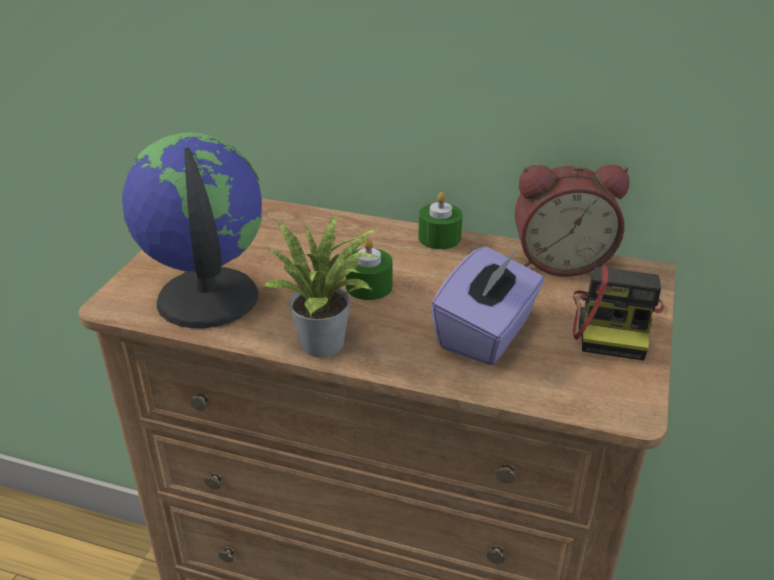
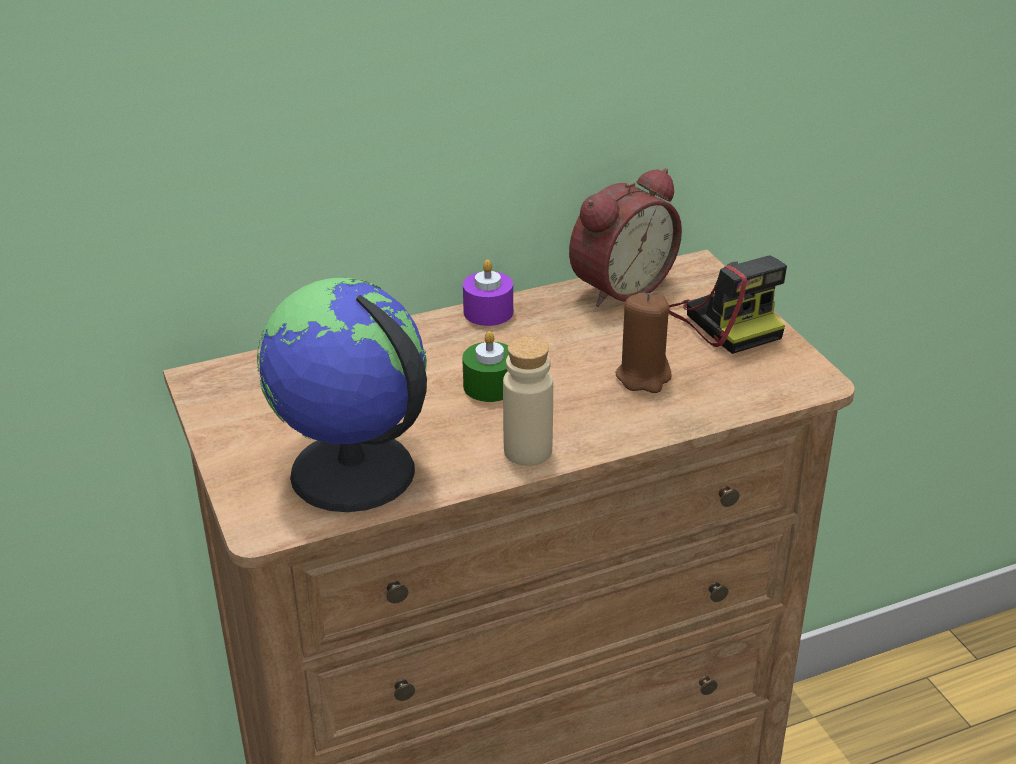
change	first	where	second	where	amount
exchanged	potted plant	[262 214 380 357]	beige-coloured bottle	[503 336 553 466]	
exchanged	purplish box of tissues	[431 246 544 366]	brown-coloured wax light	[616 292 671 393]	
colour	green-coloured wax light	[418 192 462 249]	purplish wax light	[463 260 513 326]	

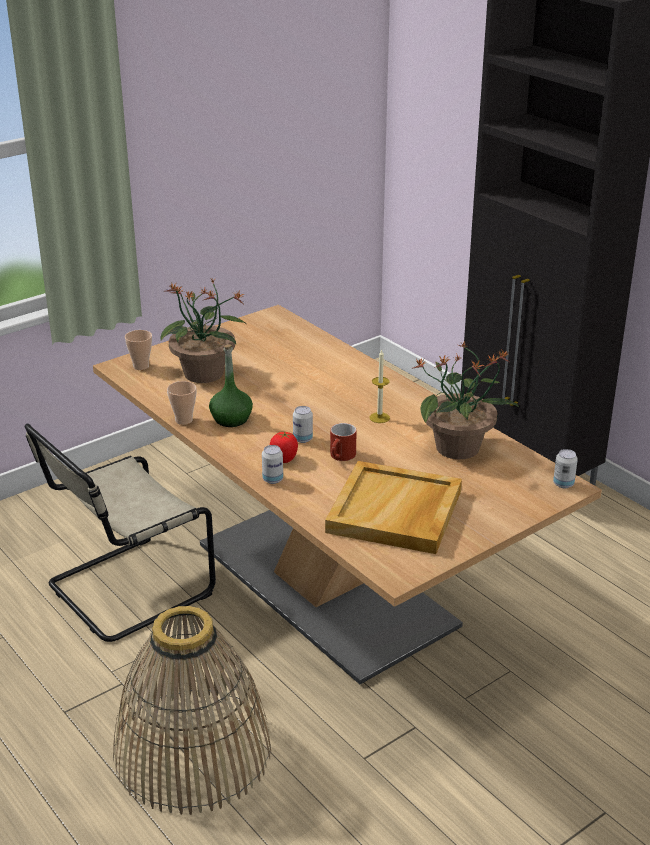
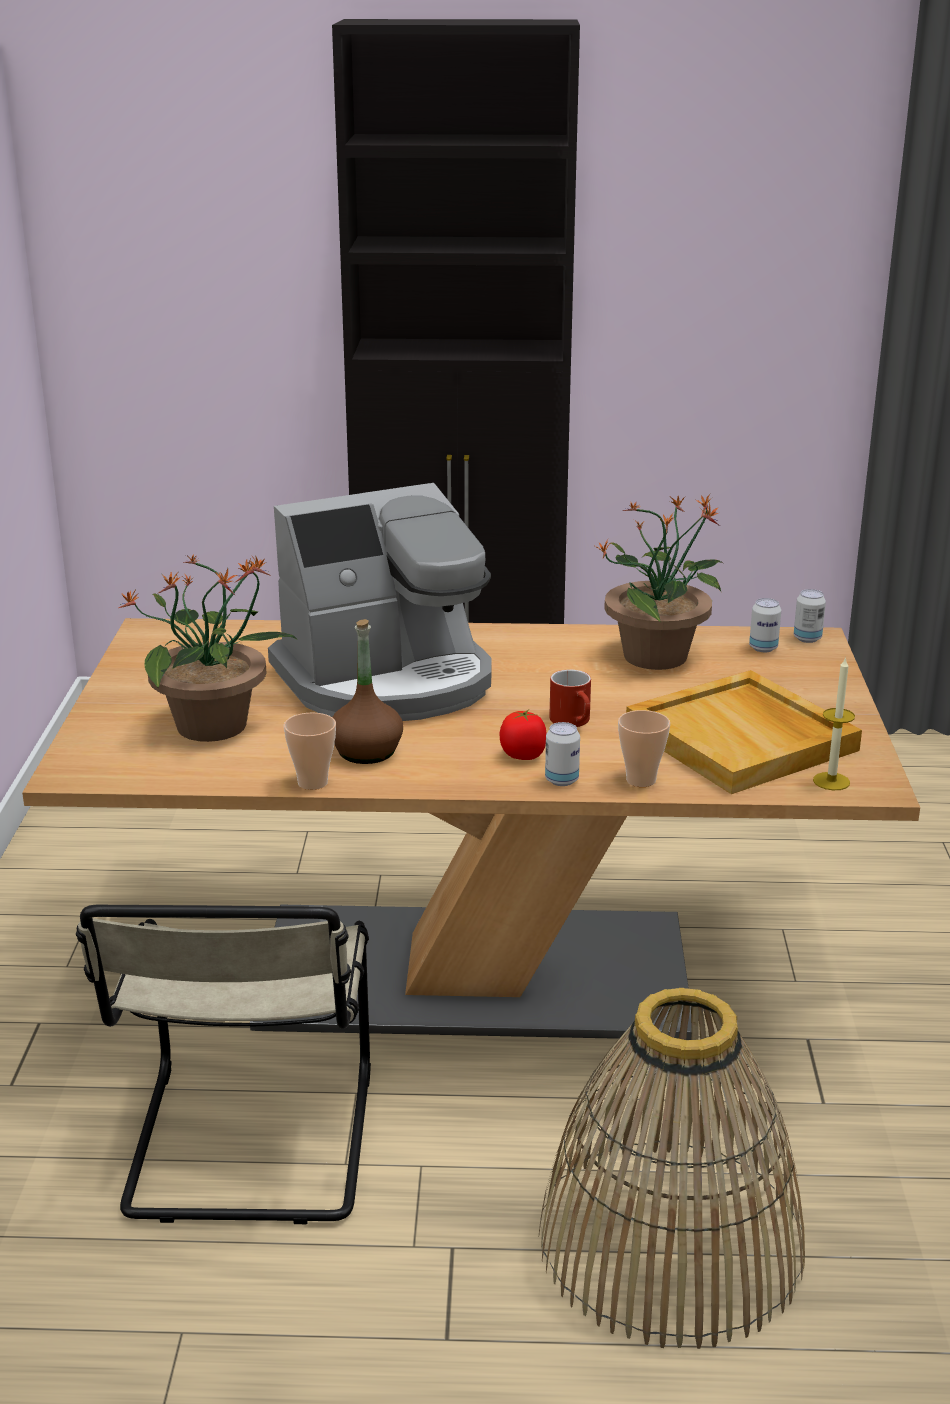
change	first	where	second	where	amount
appeared			coffee machine	[268 483 492 721]	
relocated	cup	[125 330 152 370]		[618 710 670 787]	
relocated	sealed can	[293 406 313 443]		[749 598 781 652]	
relocated	wax light	[370 349 390 423]		[813 657 855 790]	
colour	green-coloured bottle	[209 344 253 427]	brown-coloured bottle	[332 619 403 764]	

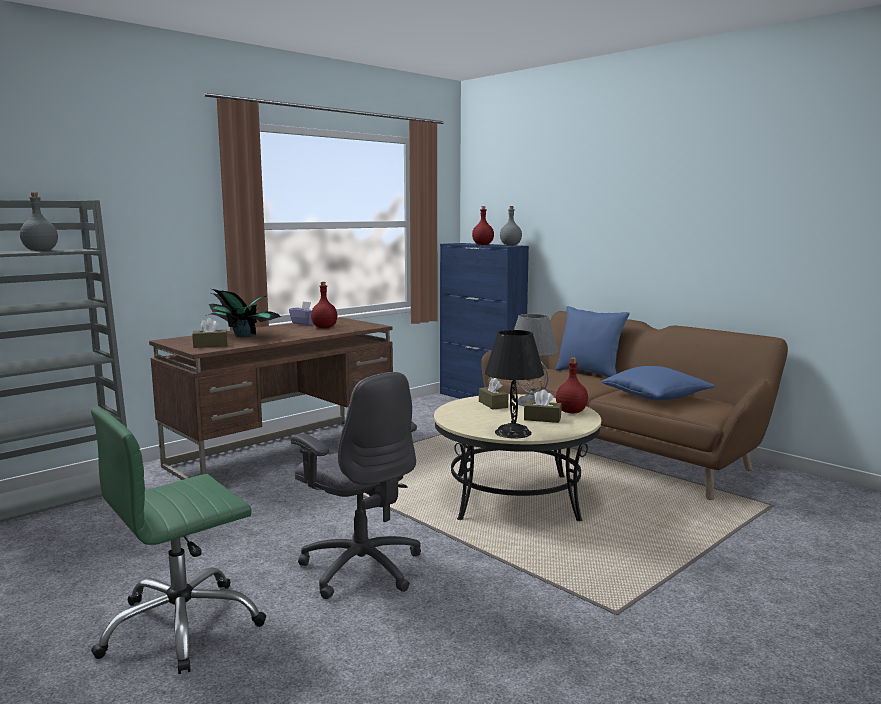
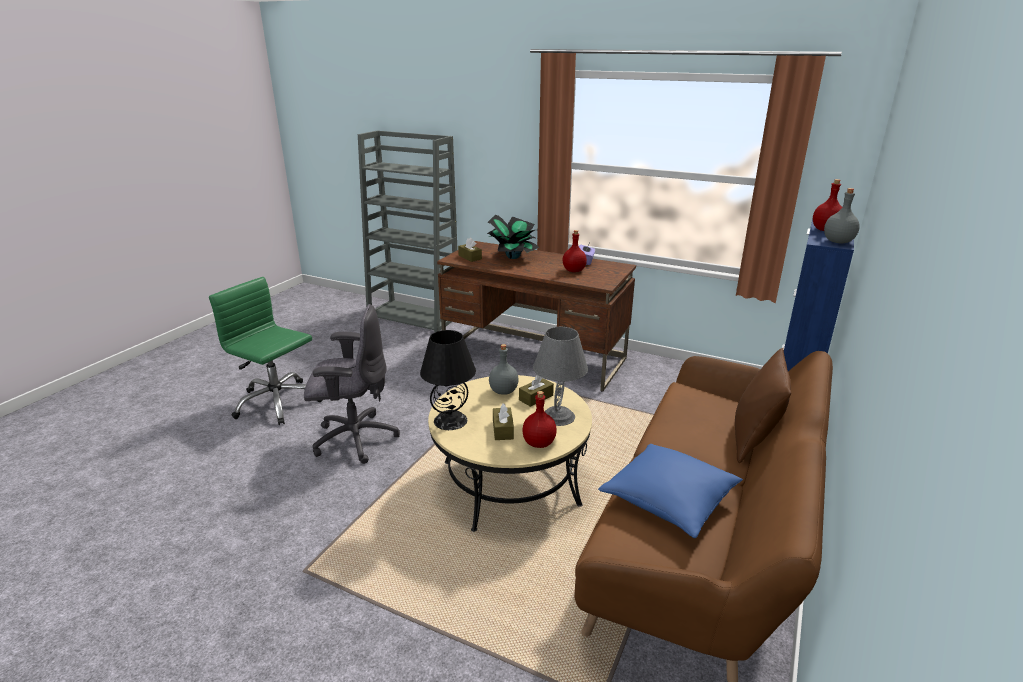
change	first	where	second	where	amount
relocated	grey bottle	[20 192 58 251]		[489 344 519 395]	
colour	bluish throw pillow	[555 306 630 377]	brown-coloured throw pillow	[735 348 791 463]	
spun	grey computer chair	[291 372 421 599]		[304 304 400 464]	120 degrees counterclockwise

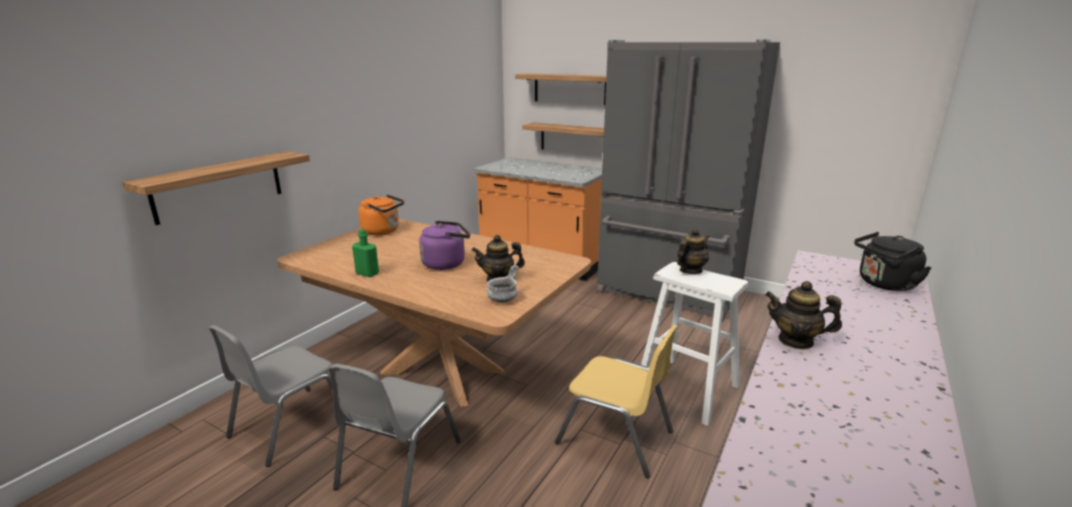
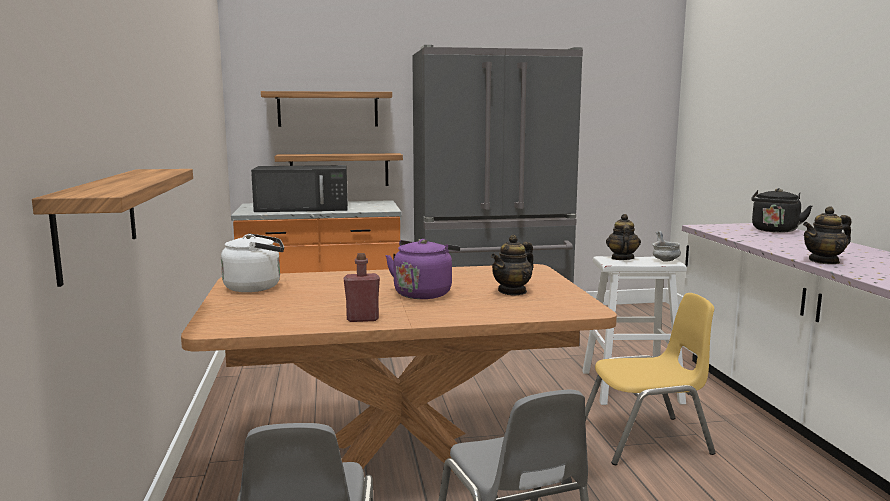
change	first	where	second	where	amount
appeared			black-coloured microwave oven	[251 165 348 212]	
relocated	grey deep dish	[487 265 519 303]		[652 231 681 261]	
colour	green-coloured bottle	[352 229 379 277]	red-coloured bottle	[344 253 380 322]	
colour	orange kettle	[359 194 404 235]	whitish kettle	[221 233 284 292]	

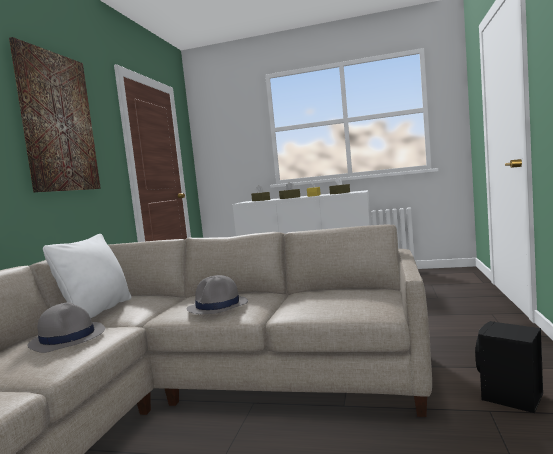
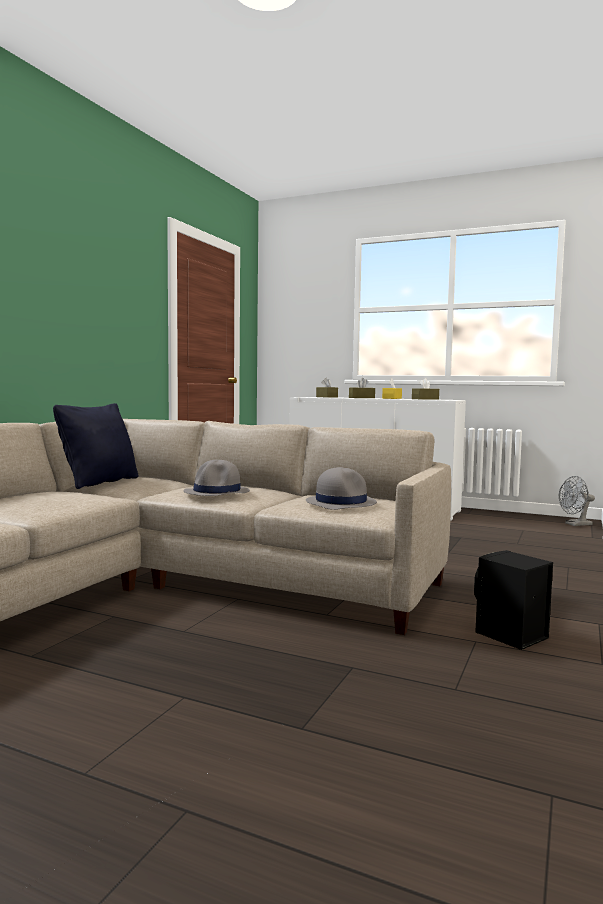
change	first	where	second	where	amount
missing	wall picture	[9 37 101 193]			
appeared			grey fan	[559 476 595 526]	
relocated	grey wearable hat	[27 302 105 353]		[306 467 377 510]	
colour	whitish throw pillow	[43 234 131 318]	black-coloured throw pillow	[53 403 139 489]	

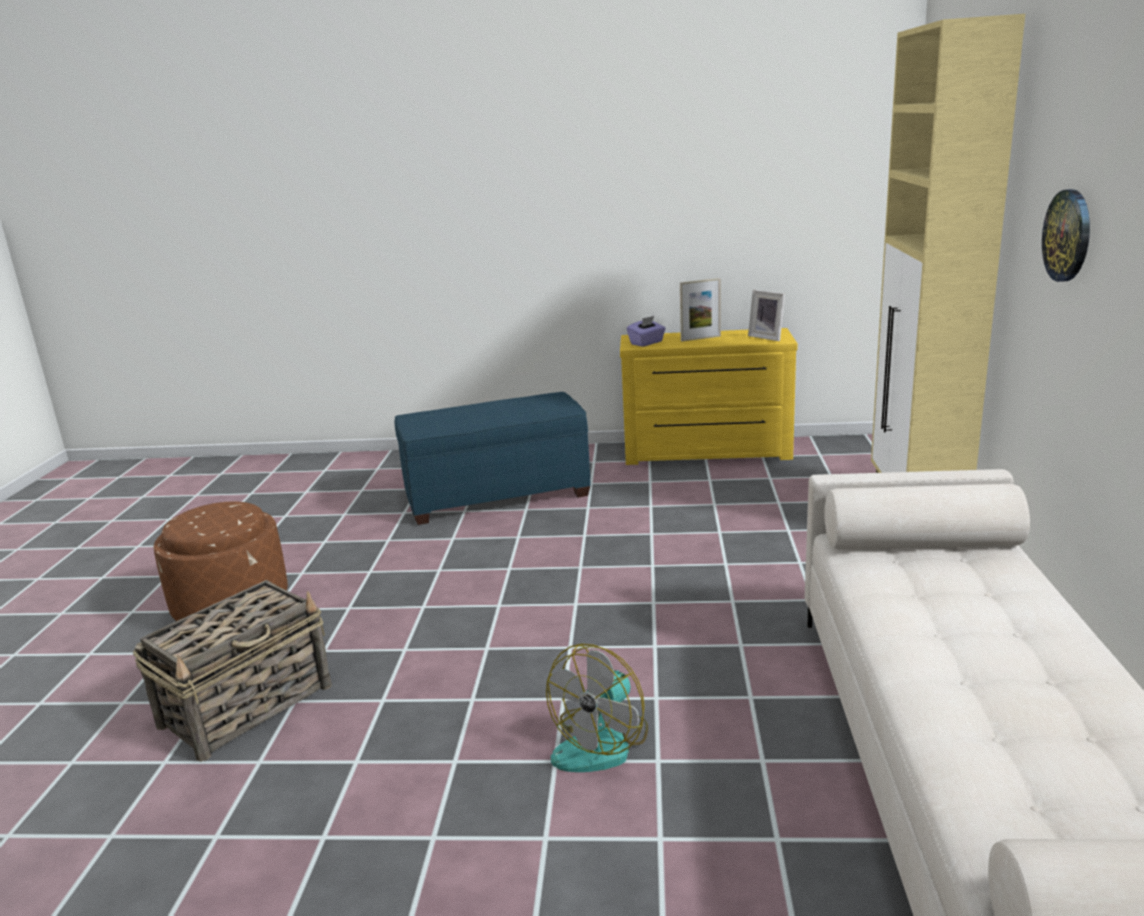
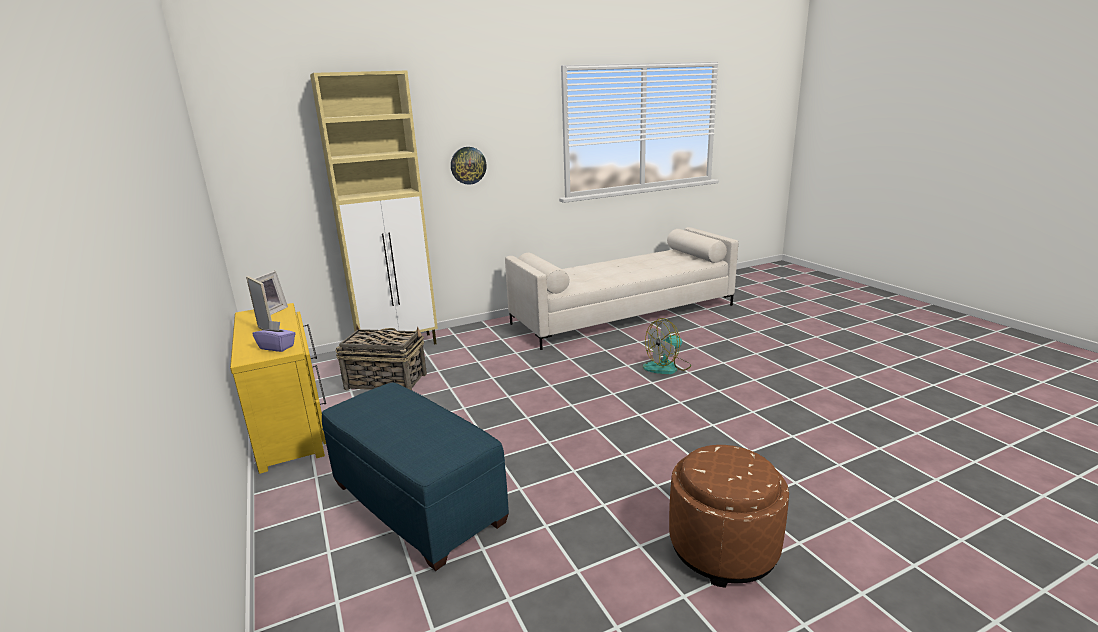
change	first	where	second	where	amount
relocated	storage basket	[133 580 332 762]		[335 325 427 391]	
spun	fan	[546 644 648 772]		[643 318 691 374]	150 degrees clockwise

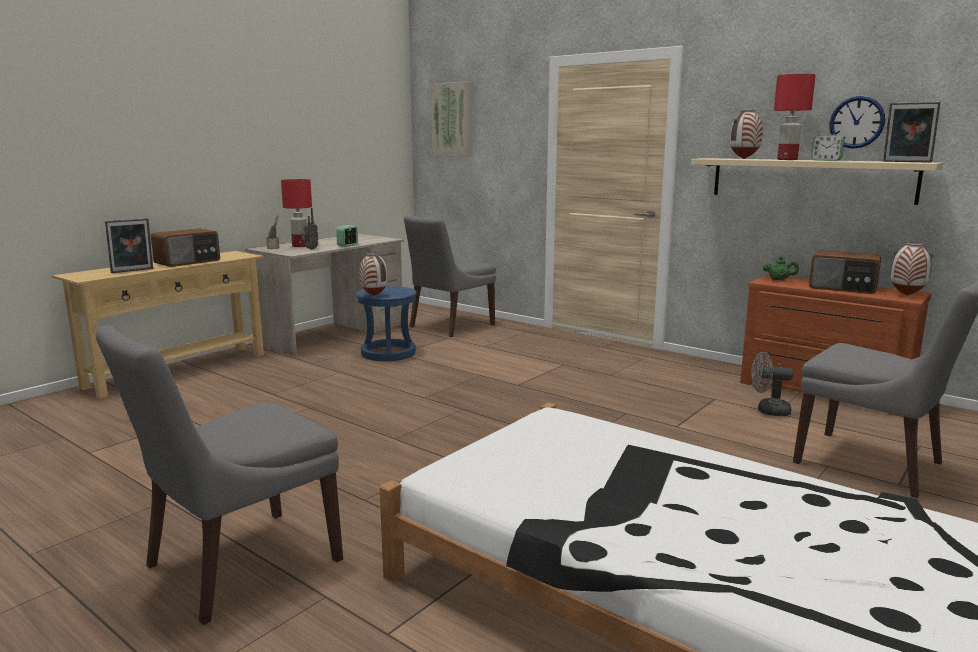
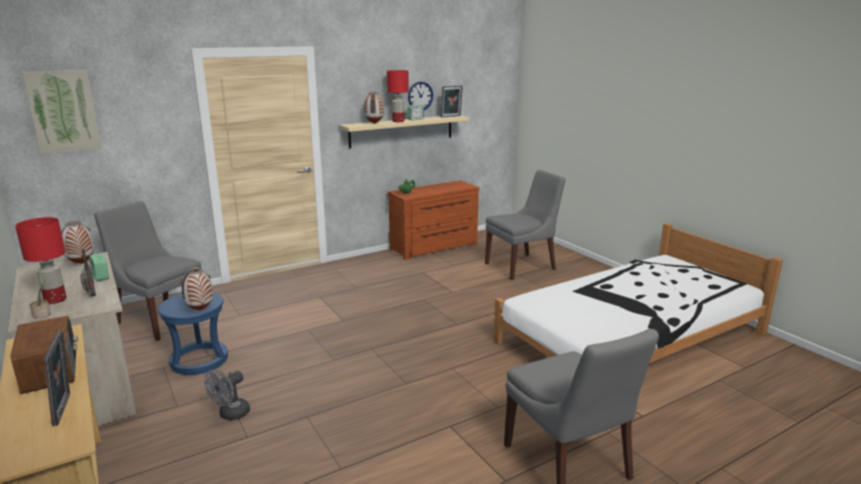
change	first	where	second	where	amount
missing	radio	[809 250 881 294]			
relocated	grey fan	[751 352 793 416]		[204 369 250 421]	
relocated	flower vase	[890 242 933 296]		[61 221 94 264]	
spun	grey chair	[404 215 496 337]		[95 201 201 341]	150 degrees clockwise

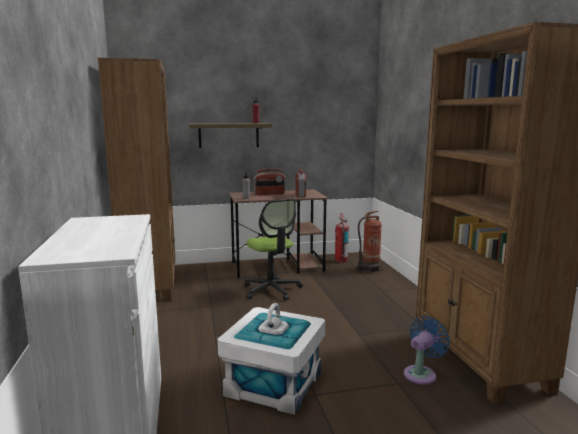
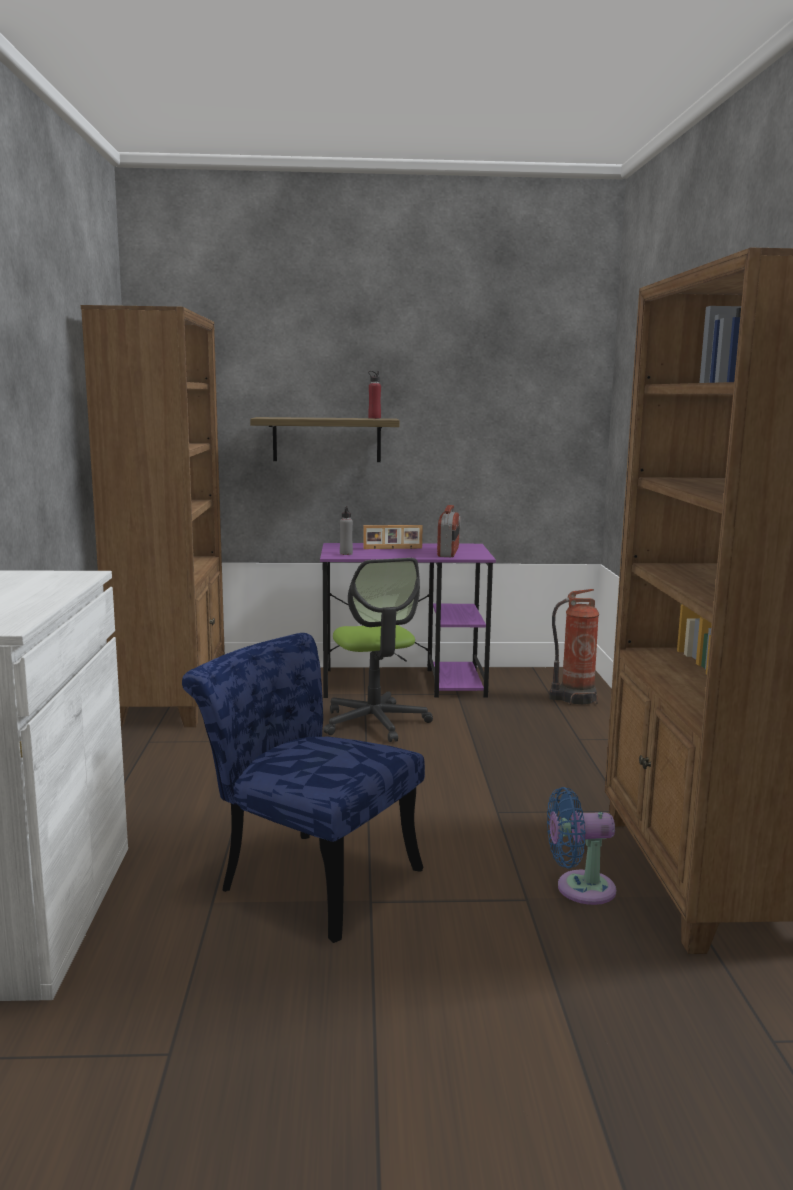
change	first	where	second	where	amount
missing	fire-fighting cylinder	[335 213 349 262]			
exchanged	whitish storage bin	[217 303 325 415]	bluish chair	[182 633 425 943]	
exchanged	radio	[253 169 285 195]	picture frame	[363 525 423 549]	
colour	brown-coloured desk	[229 189 328 278]	purplish desk	[320 543 496 698]	
spun	bluish fan	[404 316 450 385]		[547 787 616 905]	150 degrees counterclockwise

